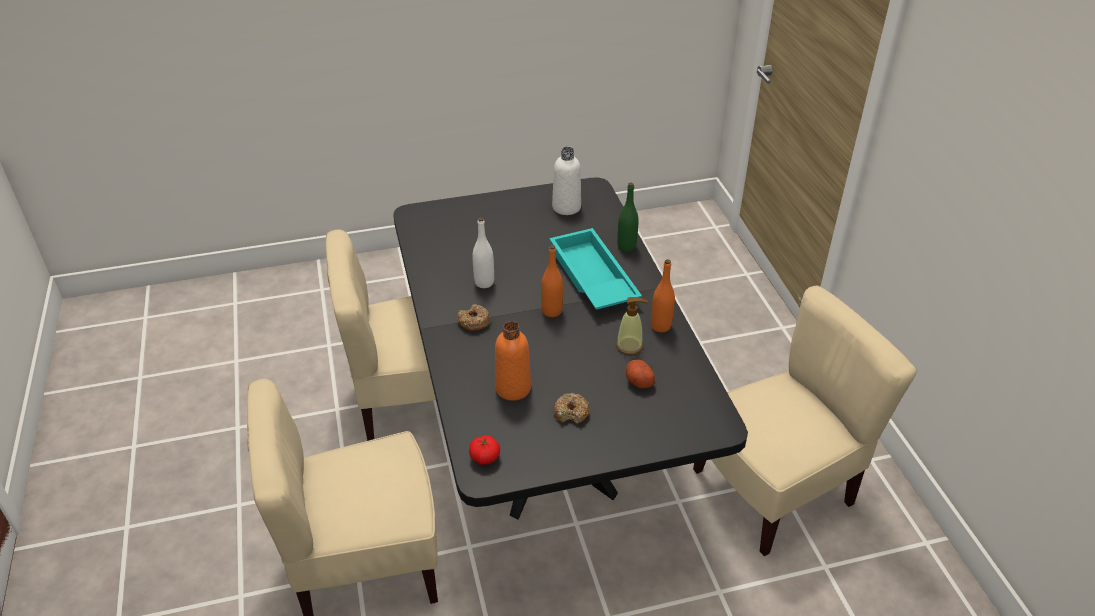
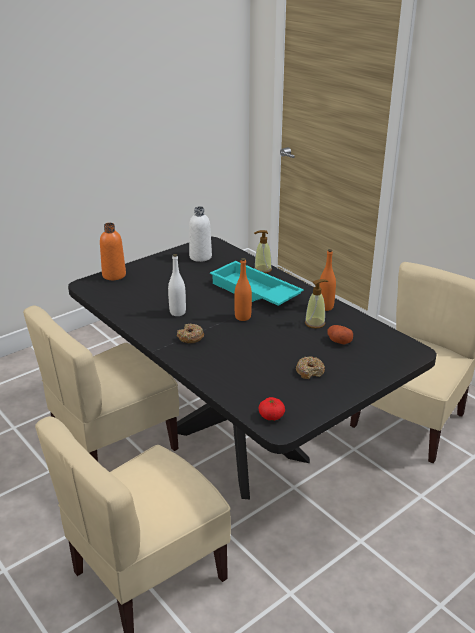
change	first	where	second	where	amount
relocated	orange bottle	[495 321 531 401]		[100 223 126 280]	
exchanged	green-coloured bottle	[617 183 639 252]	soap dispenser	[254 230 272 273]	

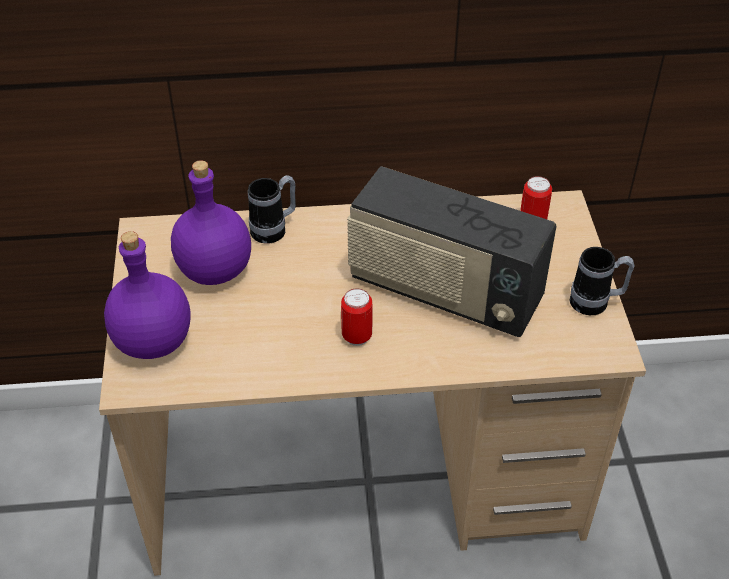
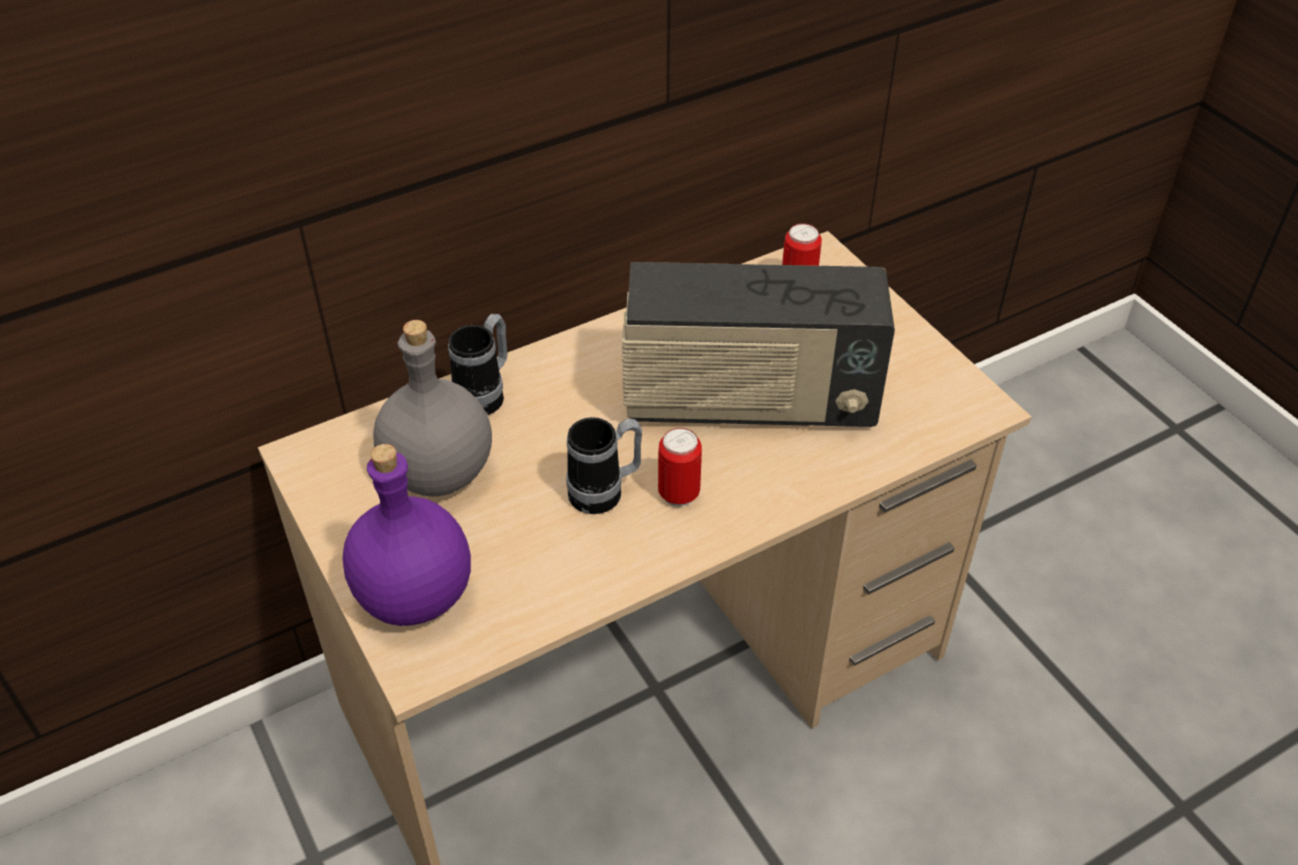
change	first	where	second	where	amount
relocated	tea mug	[569 247 635 315]		[566 417 642 514]	
colour	purplish bottle	[171 160 251 285]	grey bottle	[373 320 492 497]	

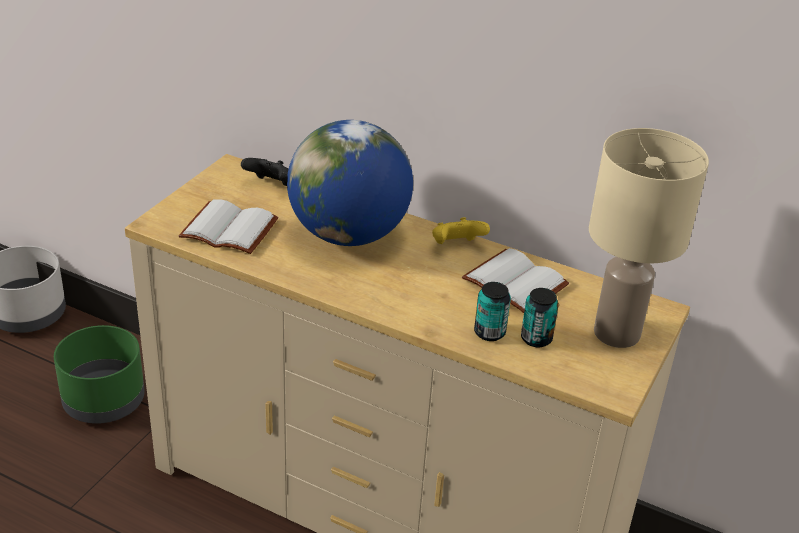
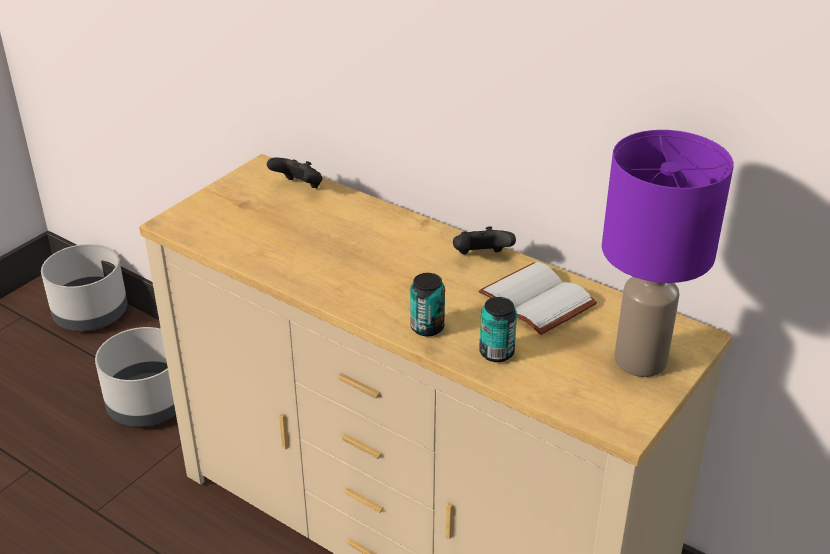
change	first	where	second	where	amount
missing	whitish book	[179 199 278 254]			
missing	desk globe	[287 120 413 246]			
relocated	sealed can	[521 288 559 347]		[410 273 445 336]	
colour	green-coloured flower pot	[54 325 145 424]	grey flower pot	[95 327 176 427]	
colour	yellowish game controller	[432 217 490 244]	black-coloured game controller	[453 226 516 255]	
colour	beige-coloured lamp for a table	[589 128 709 348]	purplish lamp for a table	[602 130 734 377]	

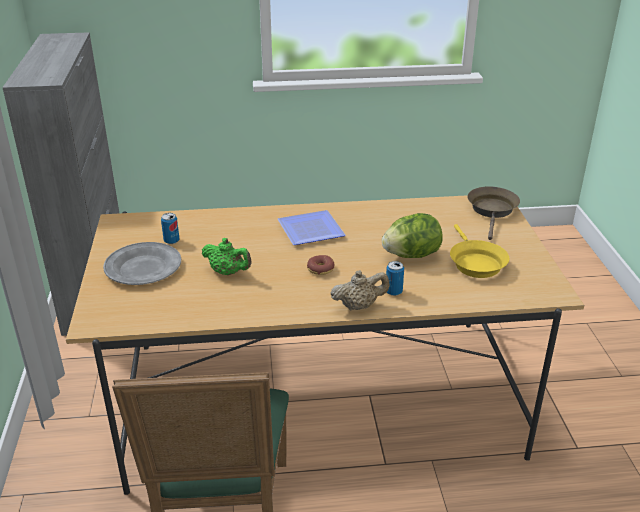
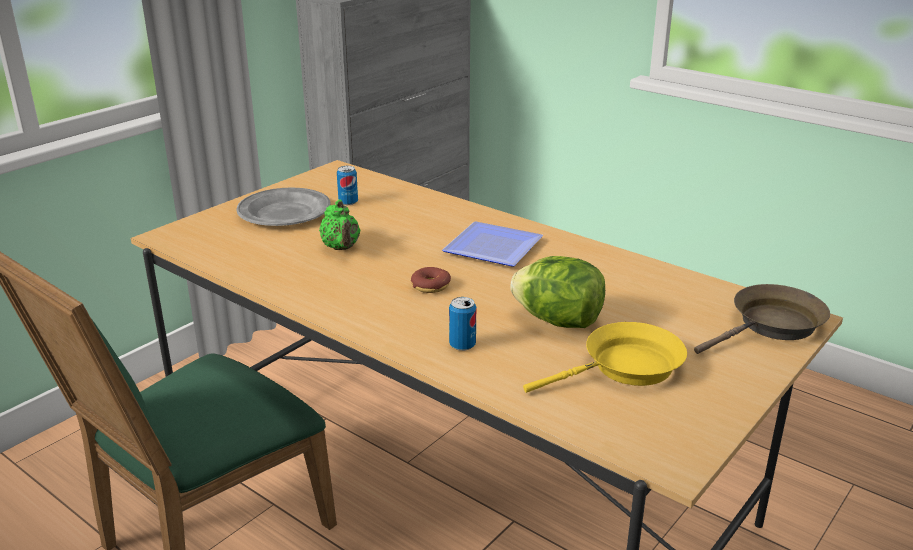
change	first	where	second	where	amount
missing	beige-coloured teapot	[331 270 389 310]			
spun	yellowish frying pan	[450 224 509 278]		[523 322 687 393]	150 degrees counterclockwise

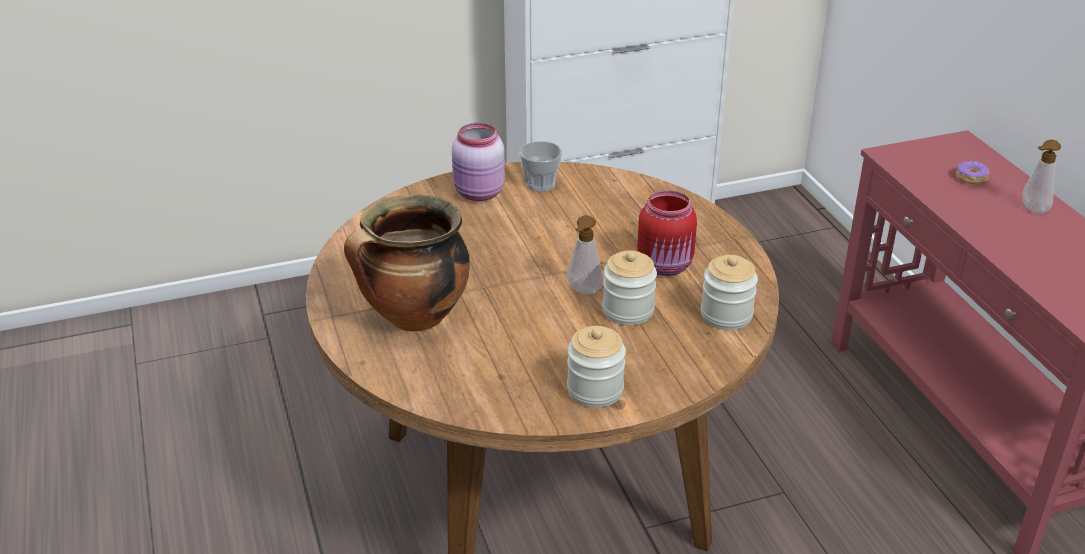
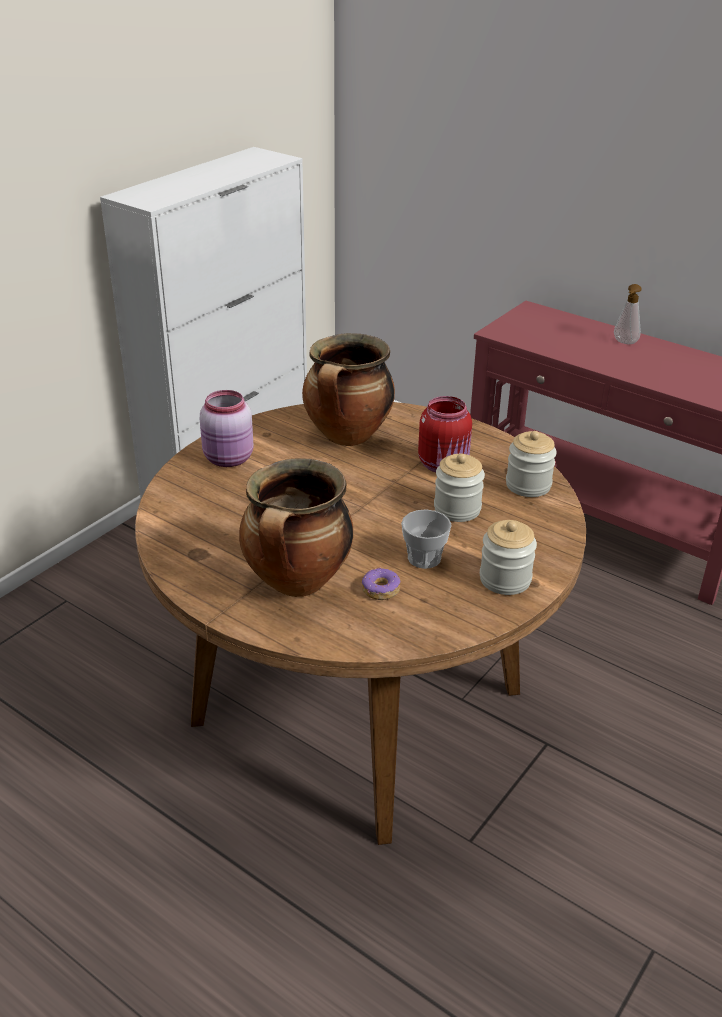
change	first	where	second	where	amount
missing	soap dispenser	[567 215 603 294]			
appeared			cooking pot	[302 333 395 446]	
relocated	cup	[519 141 562 192]		[401 509 451 569]	
relocated	donut	[956 160 990 184]		[362 567 400 600]	

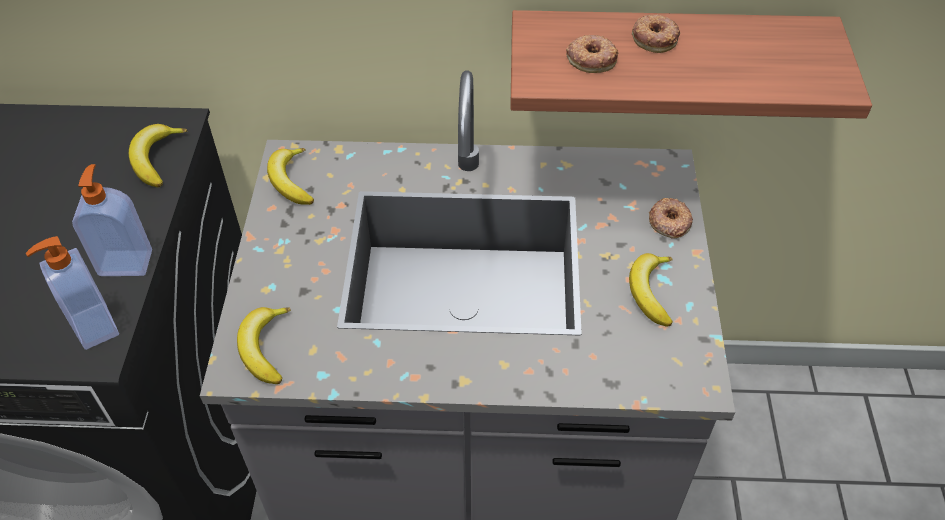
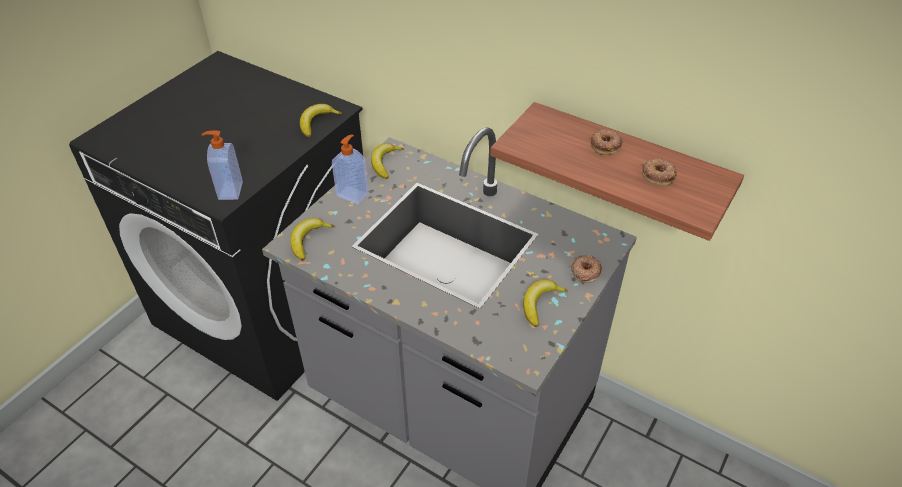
change	first	where	second	where	amount
relocated	soap dispenser	[72 164 152 276]		[332 135 369 204]	
relocated	donut	[566 35 619 73]		[642 158 677 186]	

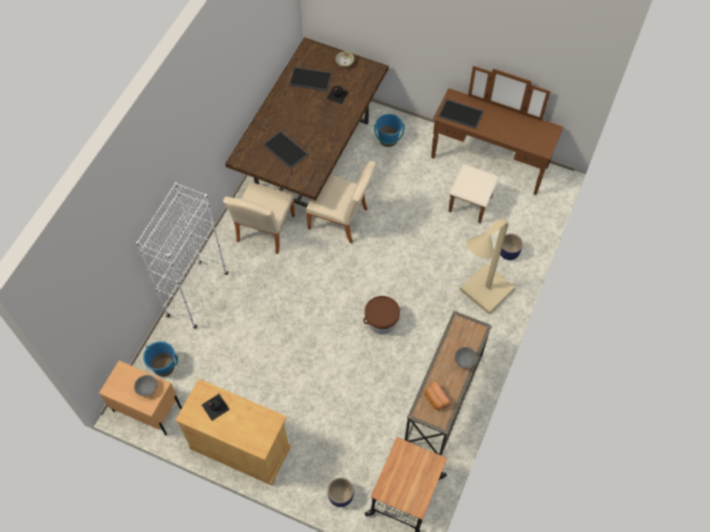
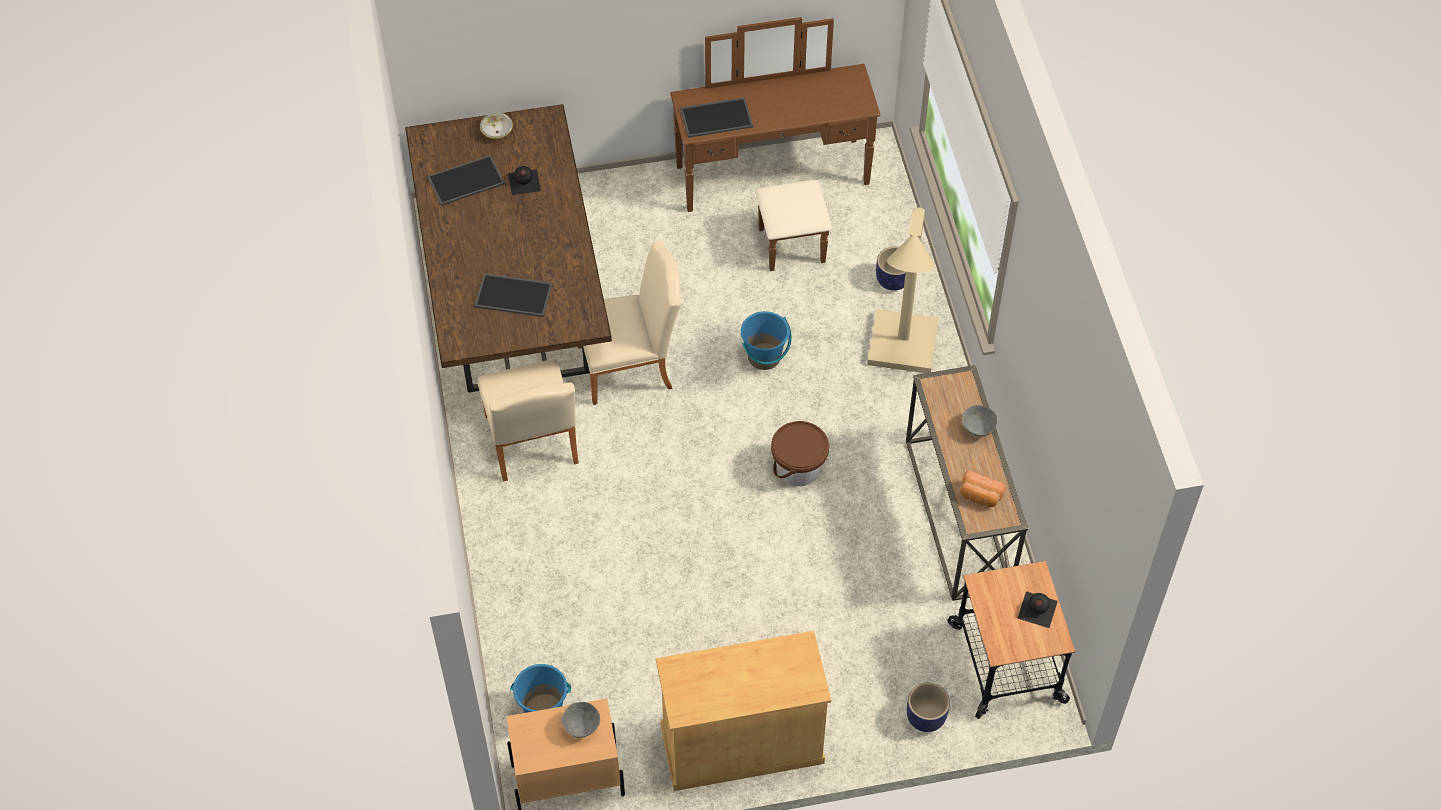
change	first	where	second	where	amount
missing	whitish bookcase	[136 182 228 329]			
relocated	black-coloured bottle	[202 394 230 421]		[1017 591 1058 628]	
relocated	bluish water bucket	[374 114 404 147]		[741 311 792 370]	

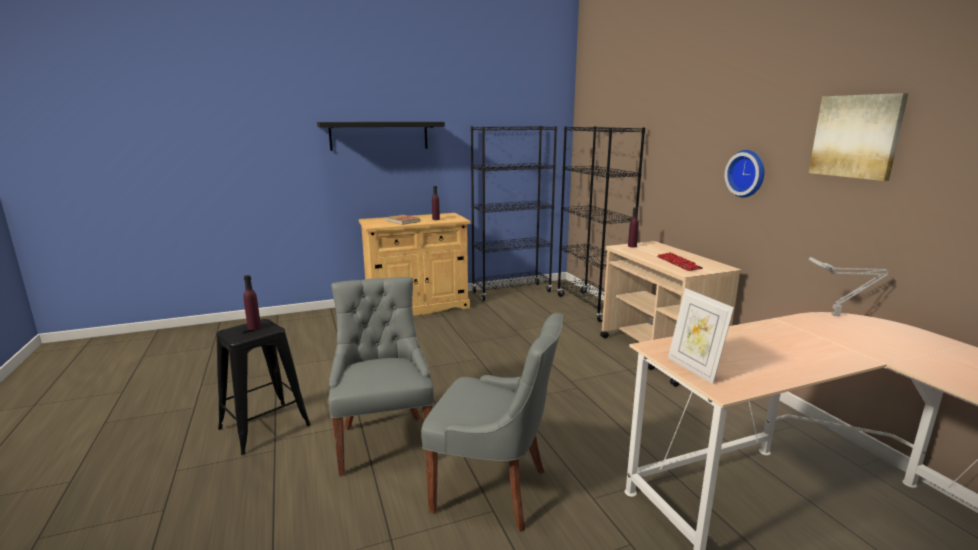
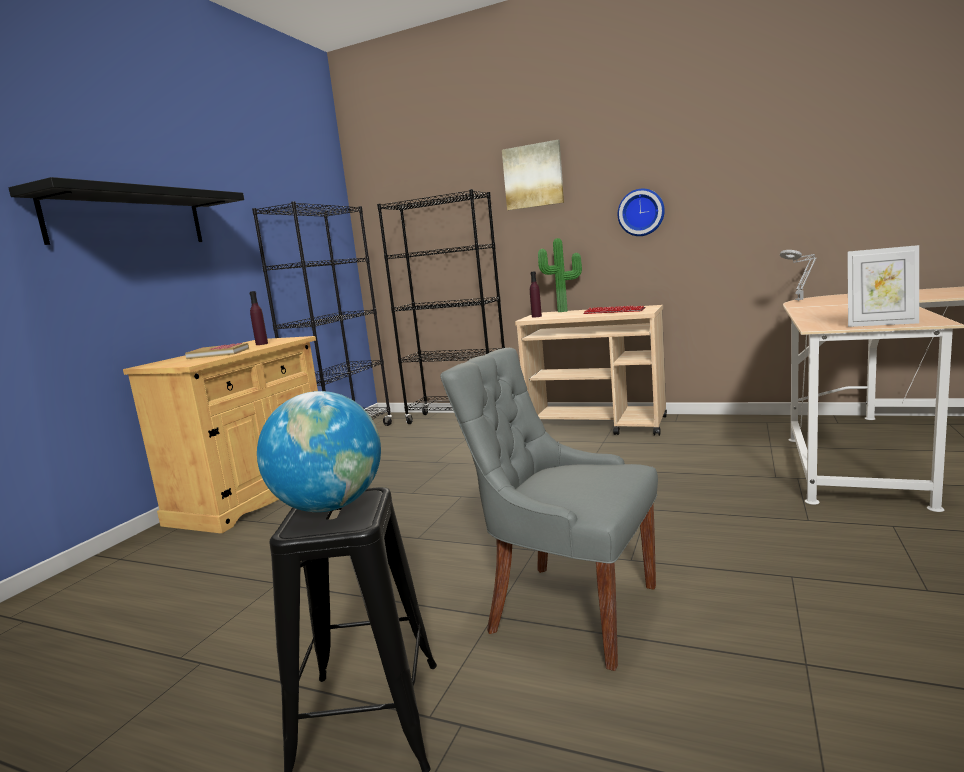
change	first	where	second	where	amount
missing	grey chair	[421 313 563 532]			
appeared			potted plant	[538 238 582 312]	
relocated	wall picture	[809 93 909 181]		[502 140 564 210]	
exchanged	purplish bottle	[243 275 261 330]	desk globe	[257 391 381 512]	

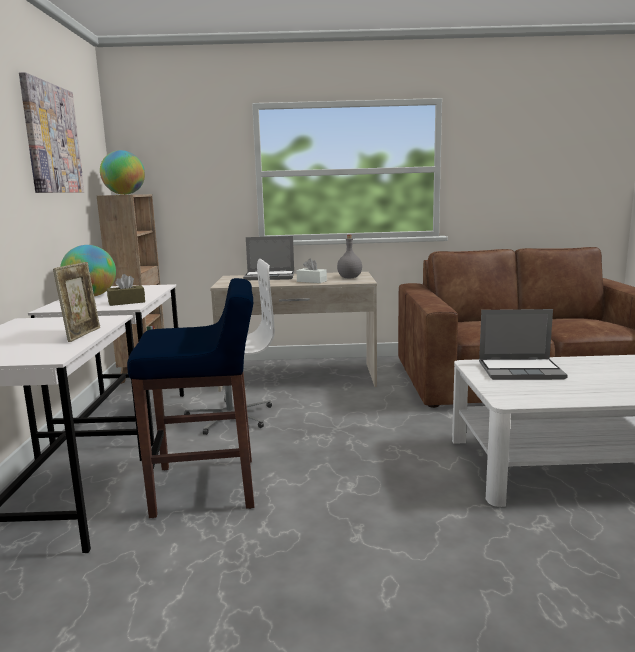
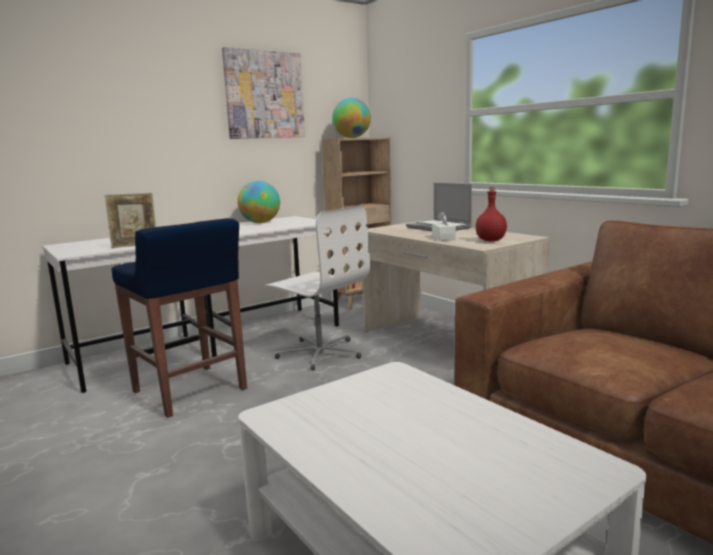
change	first	where	second	where	amount
missing	brown-coloured box of tissues	[107 274 145 306]			
missing	laptop	[479 309 568 380]			
colour	grey bottle	[337 235 362 278]	red-coloured bottle	[476 187 507 241]	

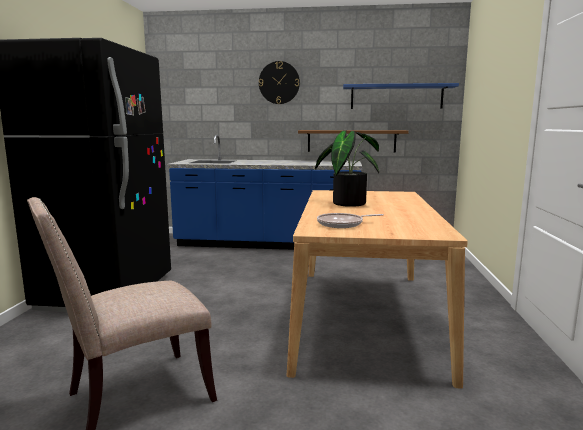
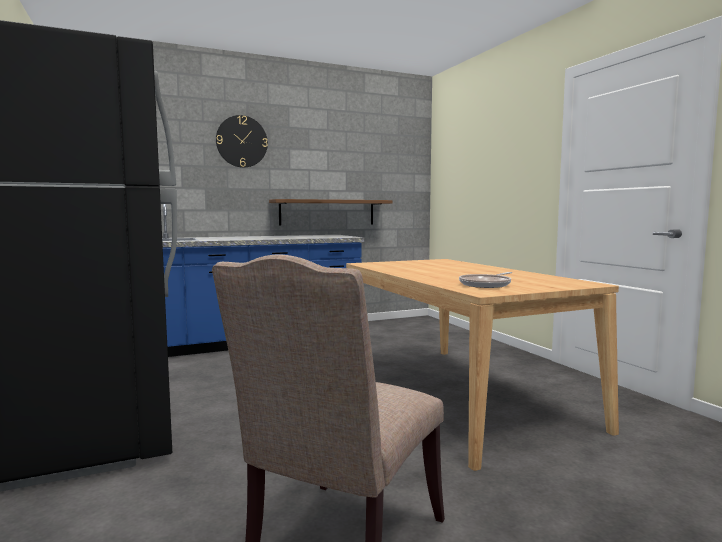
change	first	where	second	where	amount
missing	potted plant	[315 130 379 207]			
missing	bluish shelf	[343 83 459 109]			

